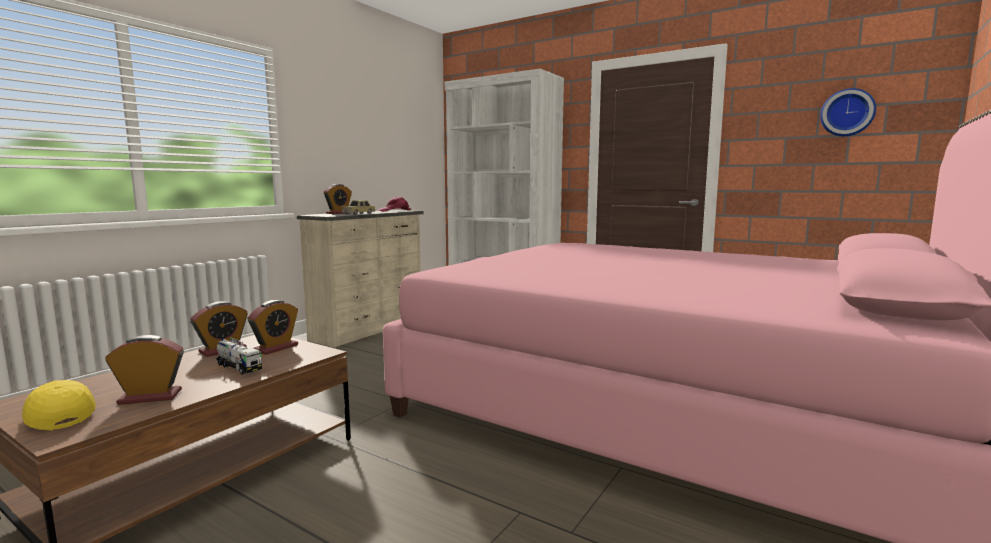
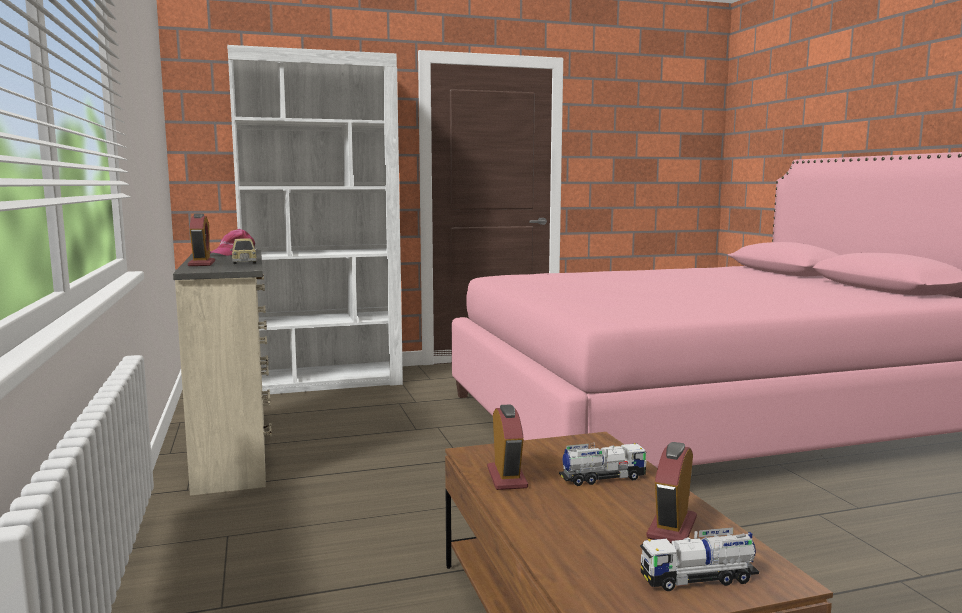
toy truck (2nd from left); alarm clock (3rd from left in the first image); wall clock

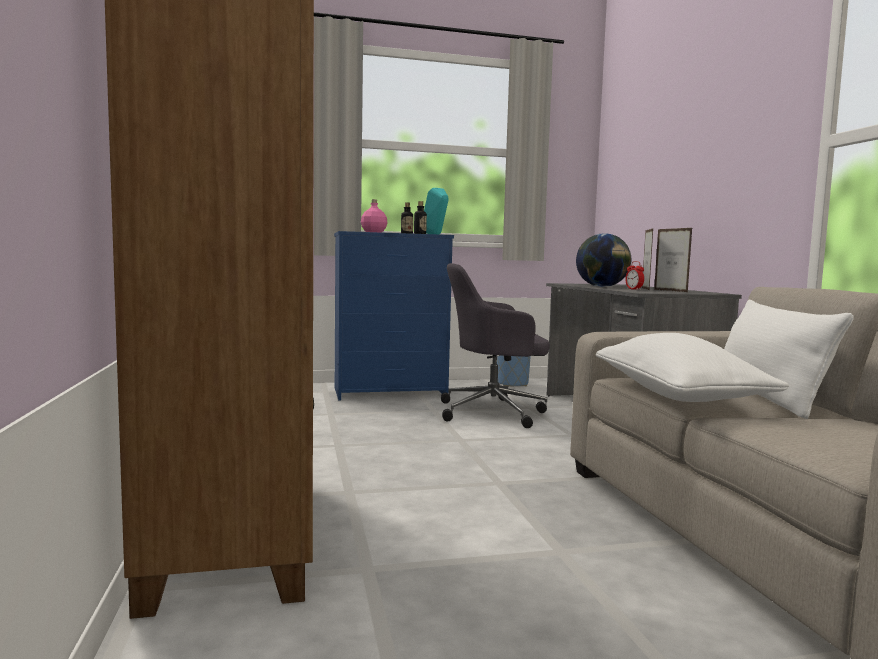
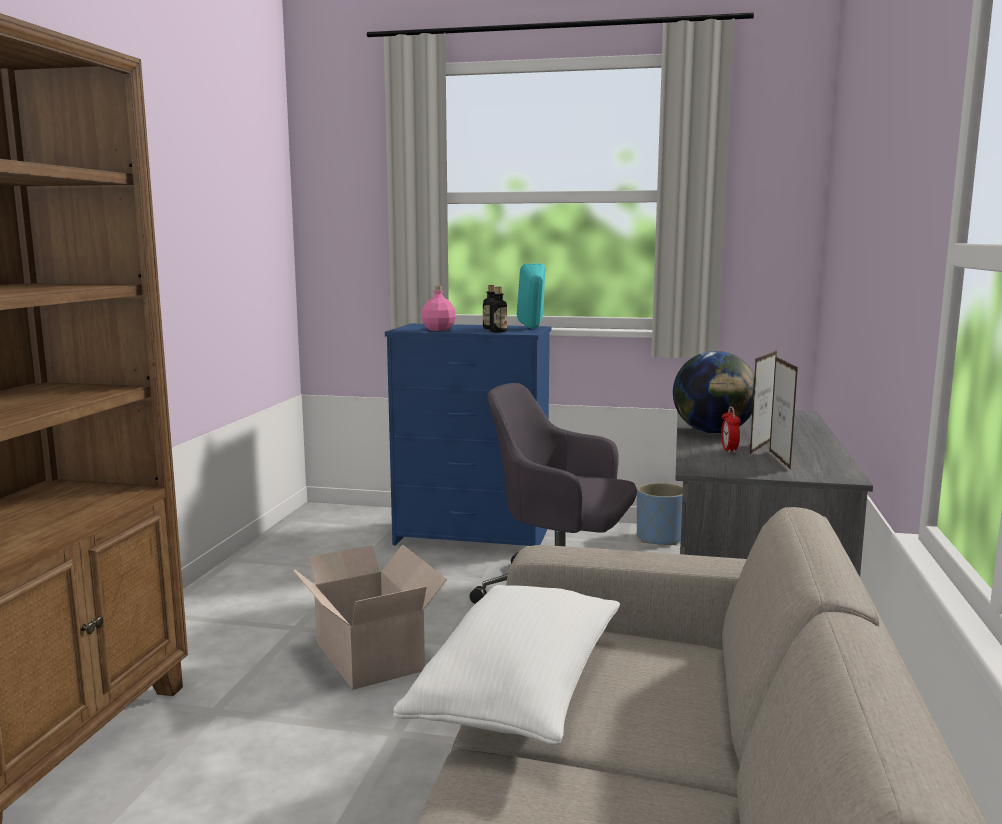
white pillow (2nd from left in the first image); cardboard box

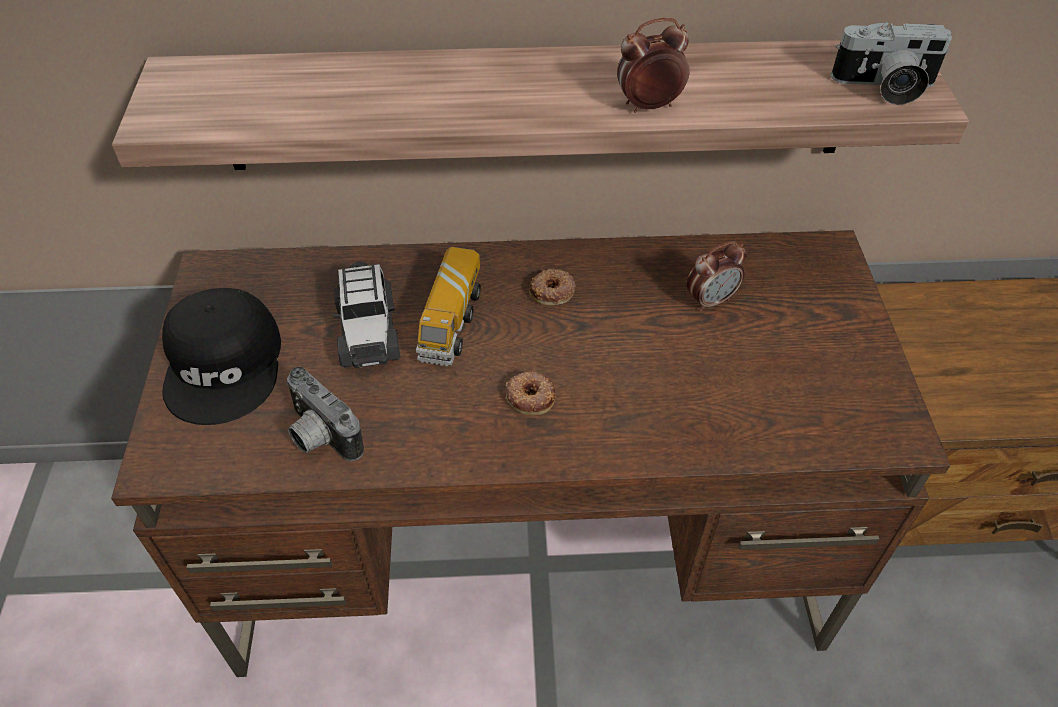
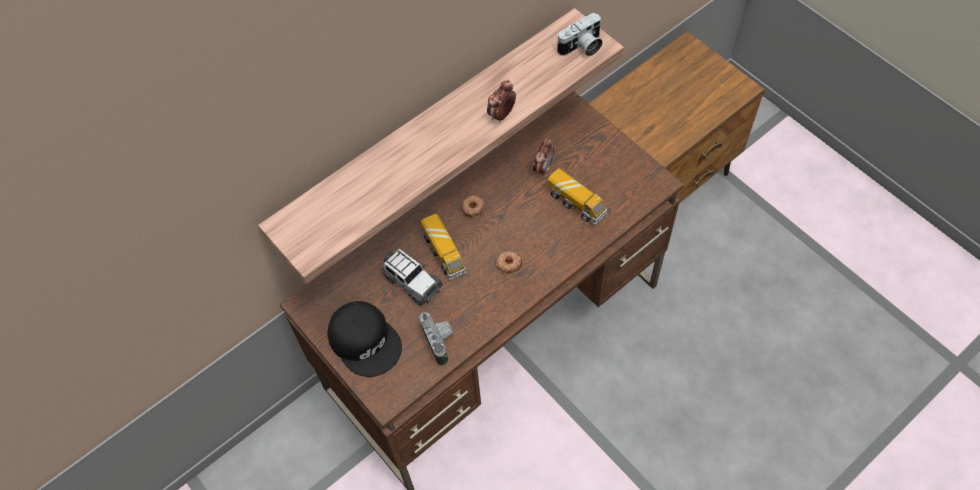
photo camera (1st from left); toy truck (2nd from left)

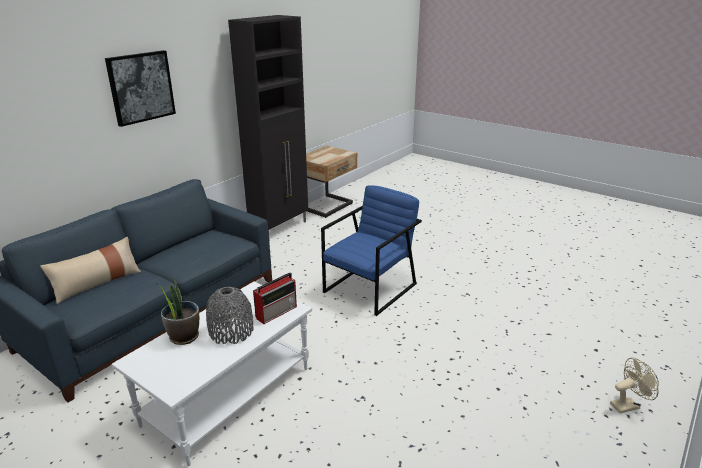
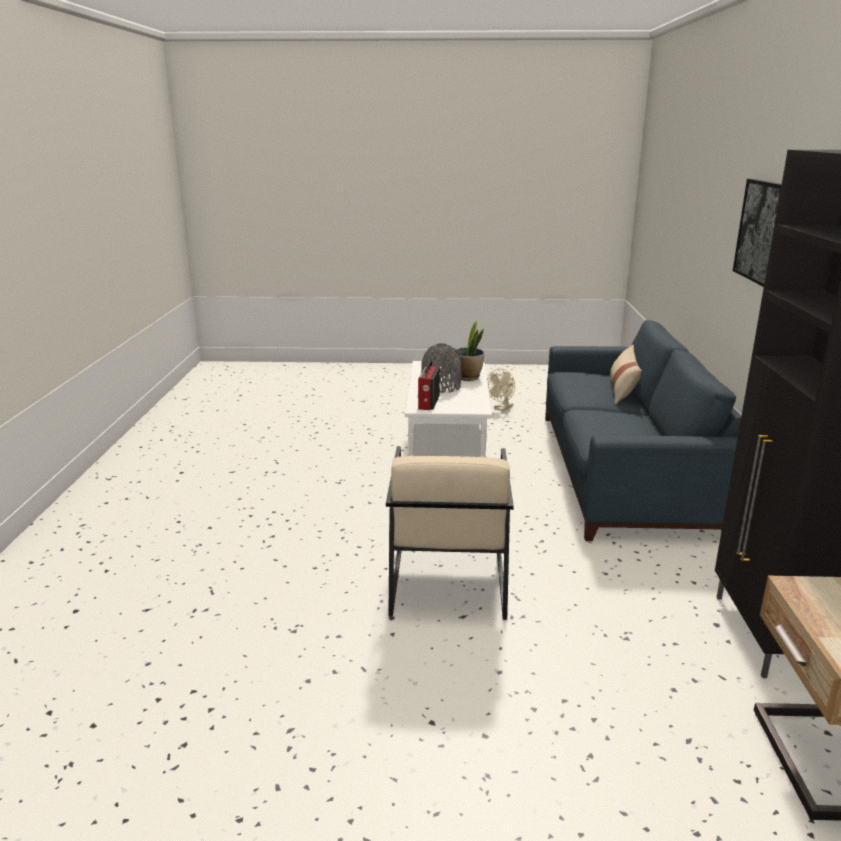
beige armchair; beige fan

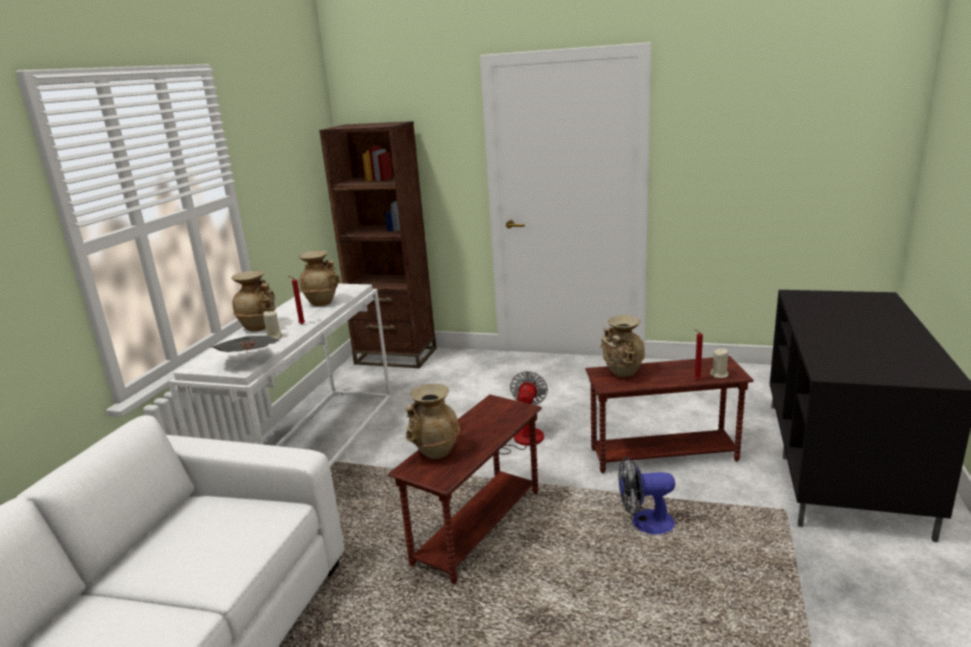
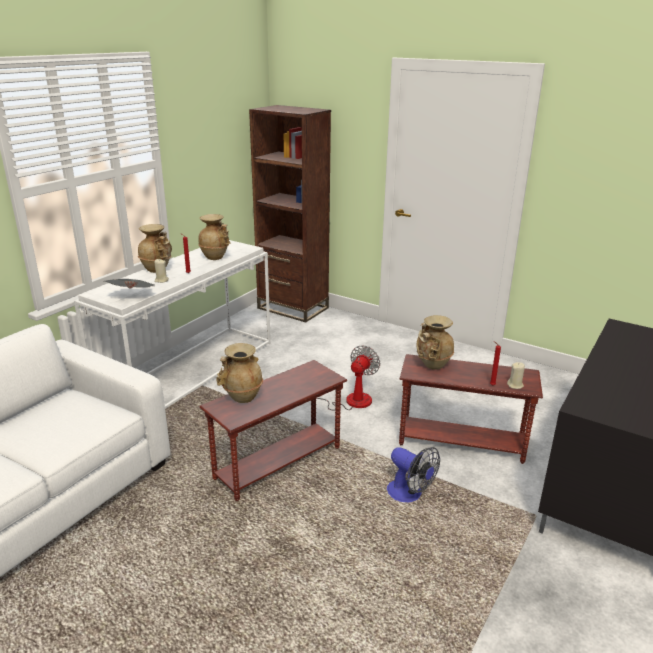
fan (2nd from left)

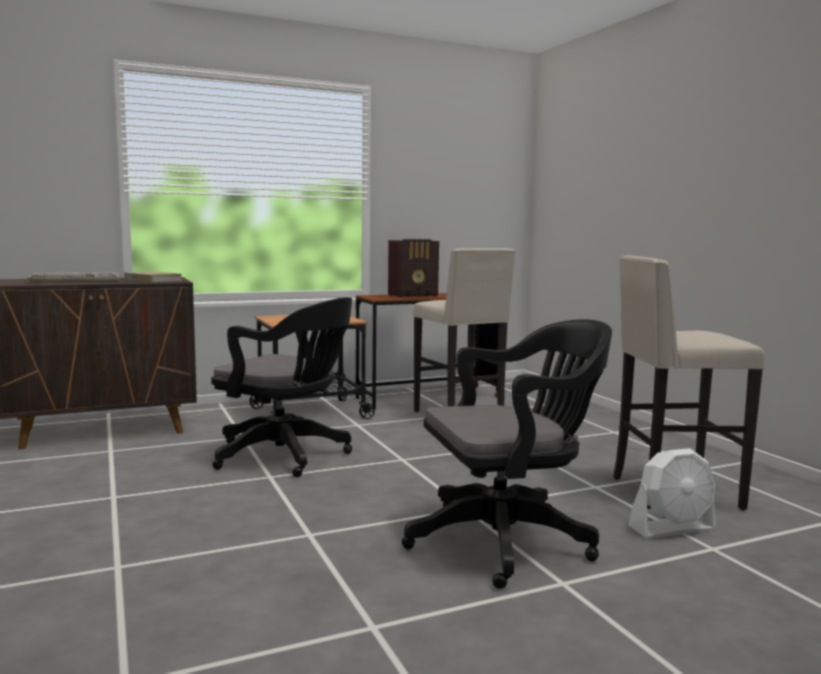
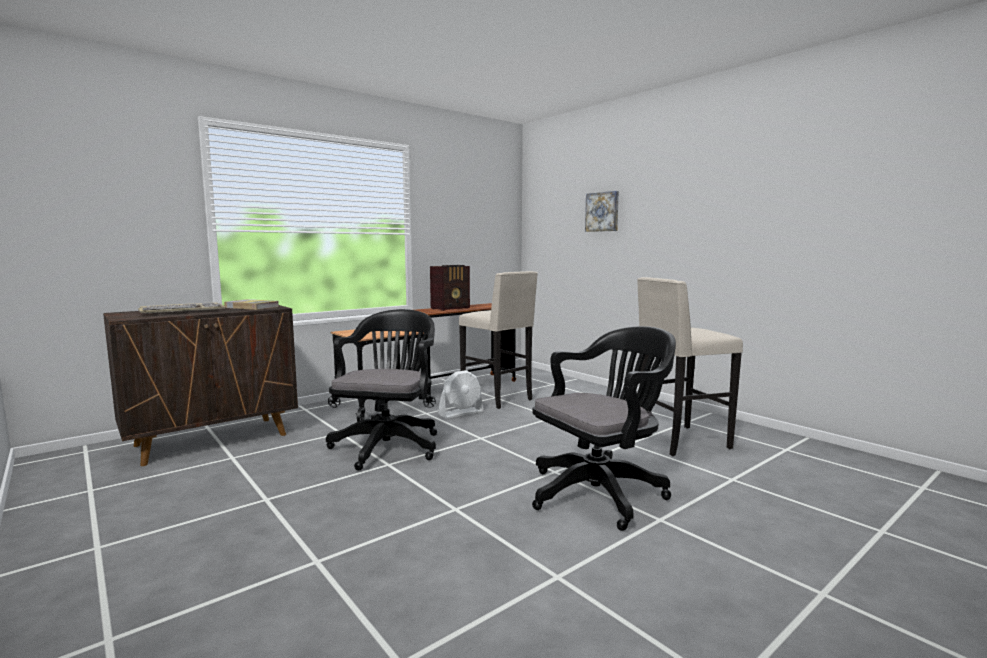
black office chair (1st from left); white fan; picture

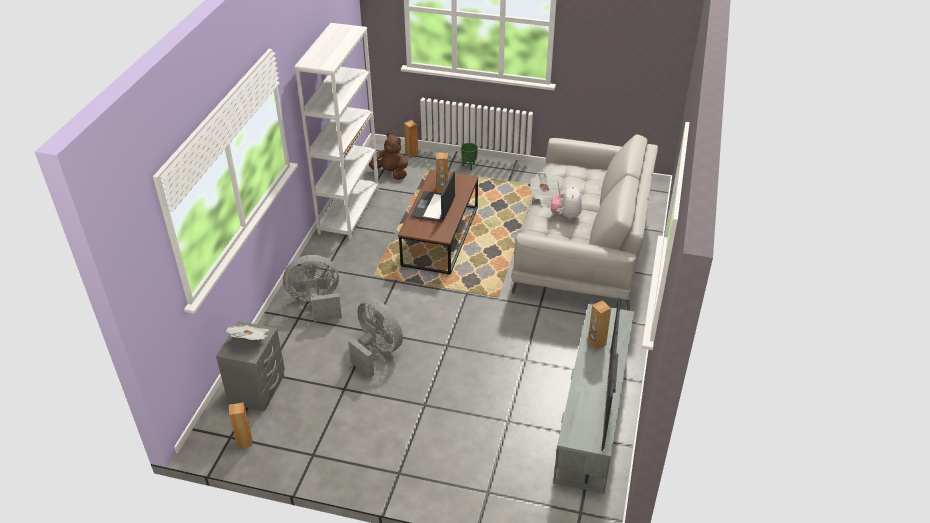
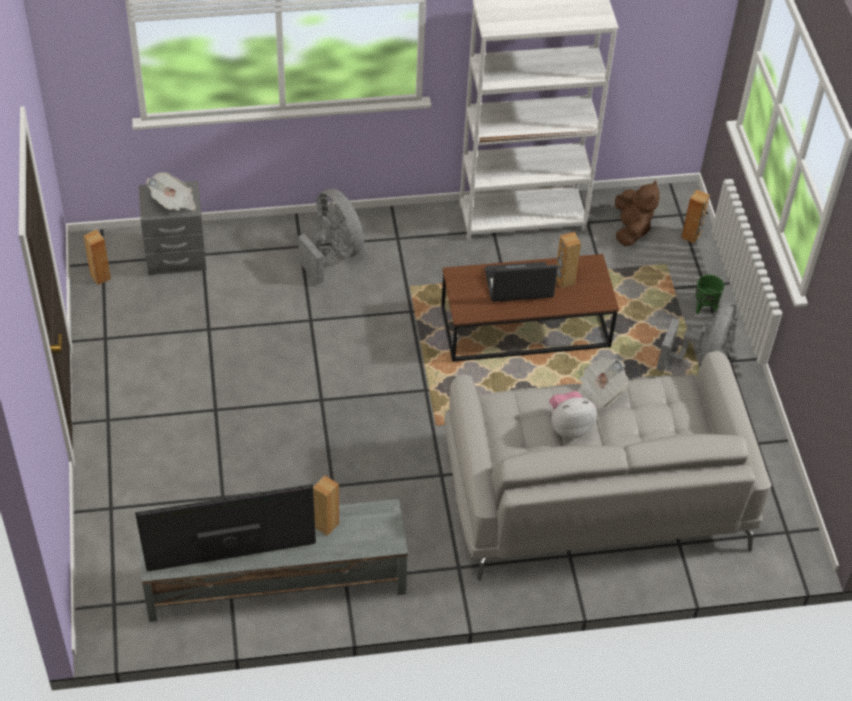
grey fan (2nd from left)

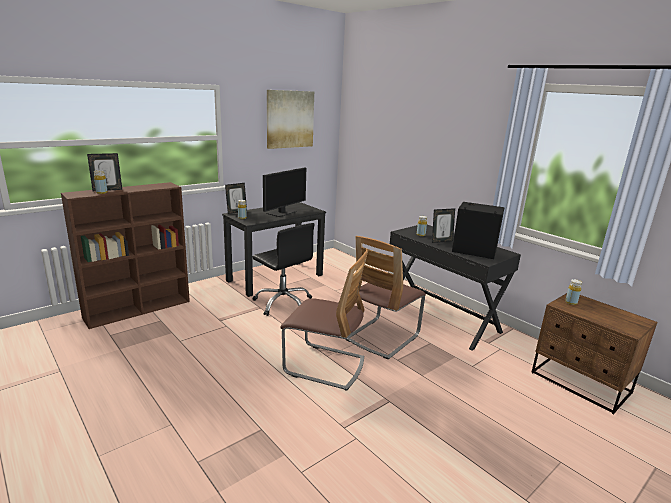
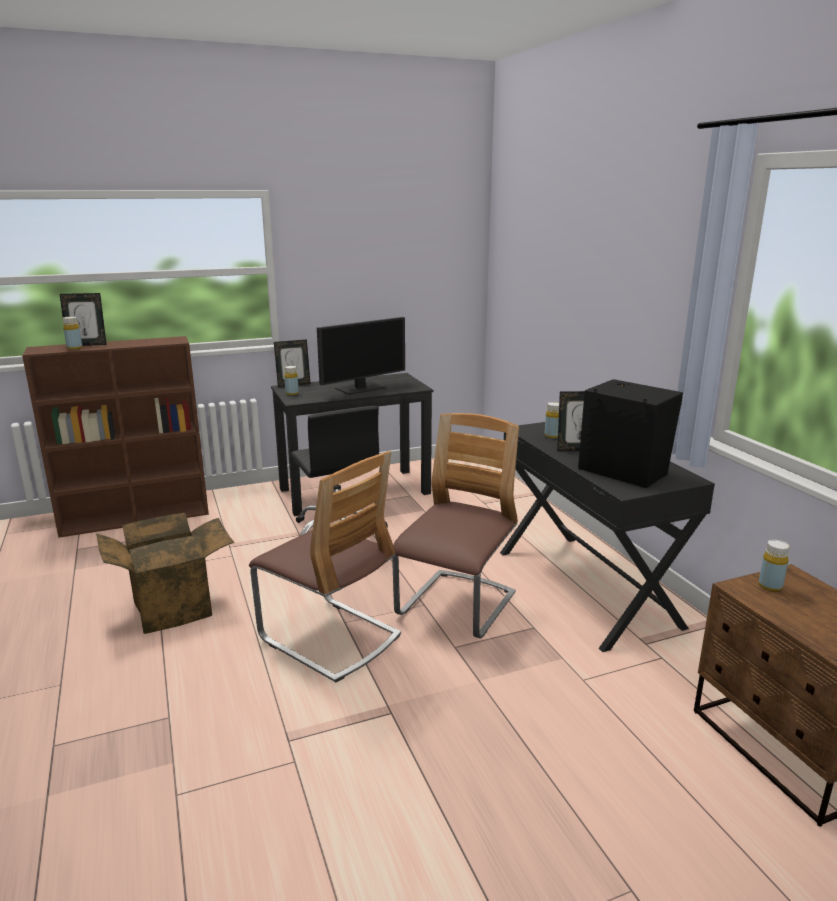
picture; chair (2nd from left); cardboard box

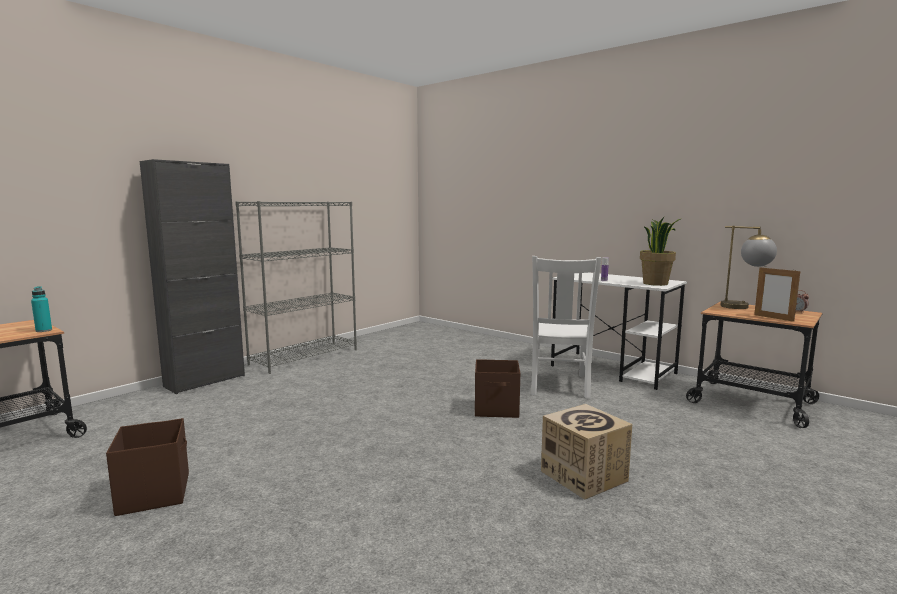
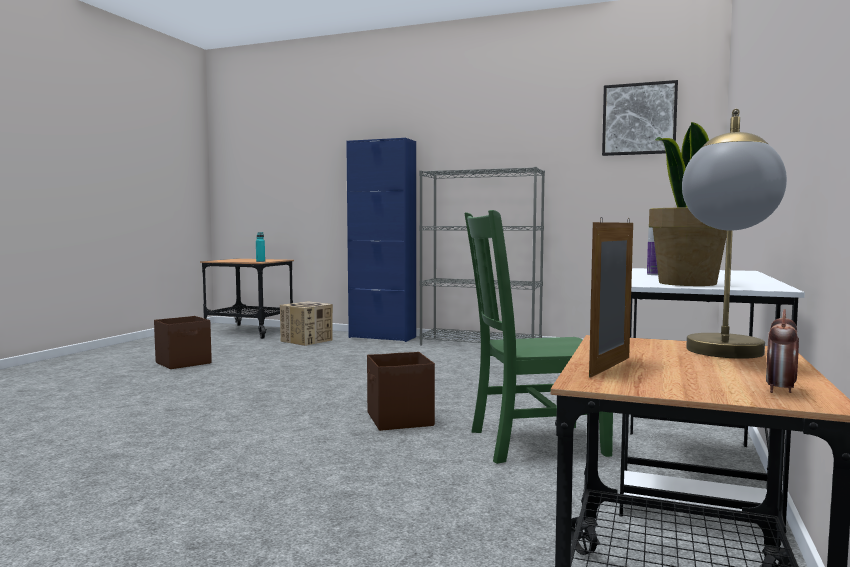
blue cabinet; green chair; cardboard box; picture

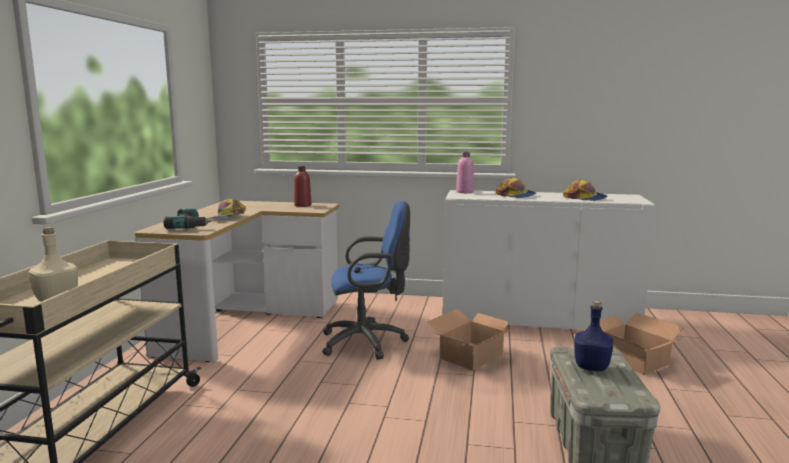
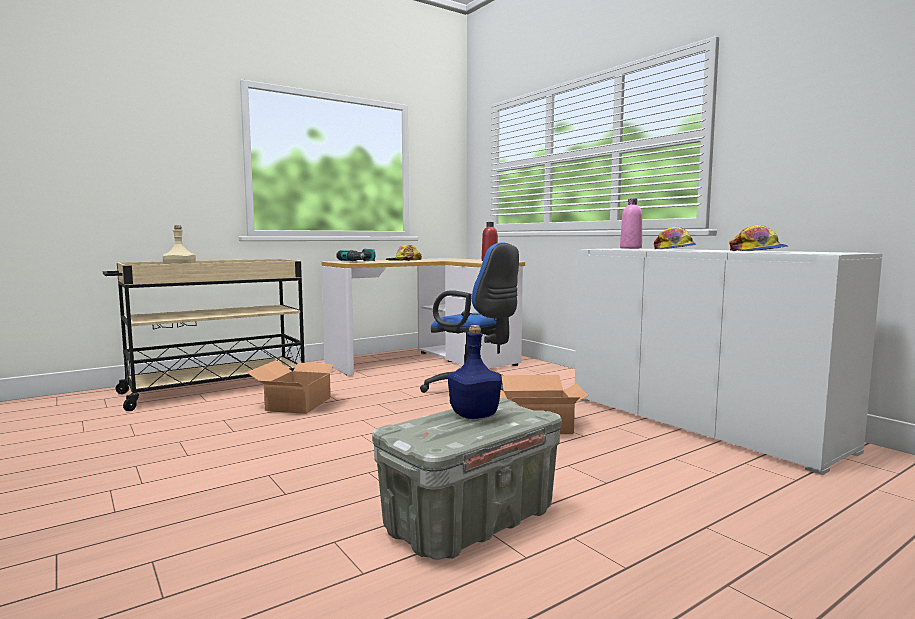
cardboard box (1st from left)

